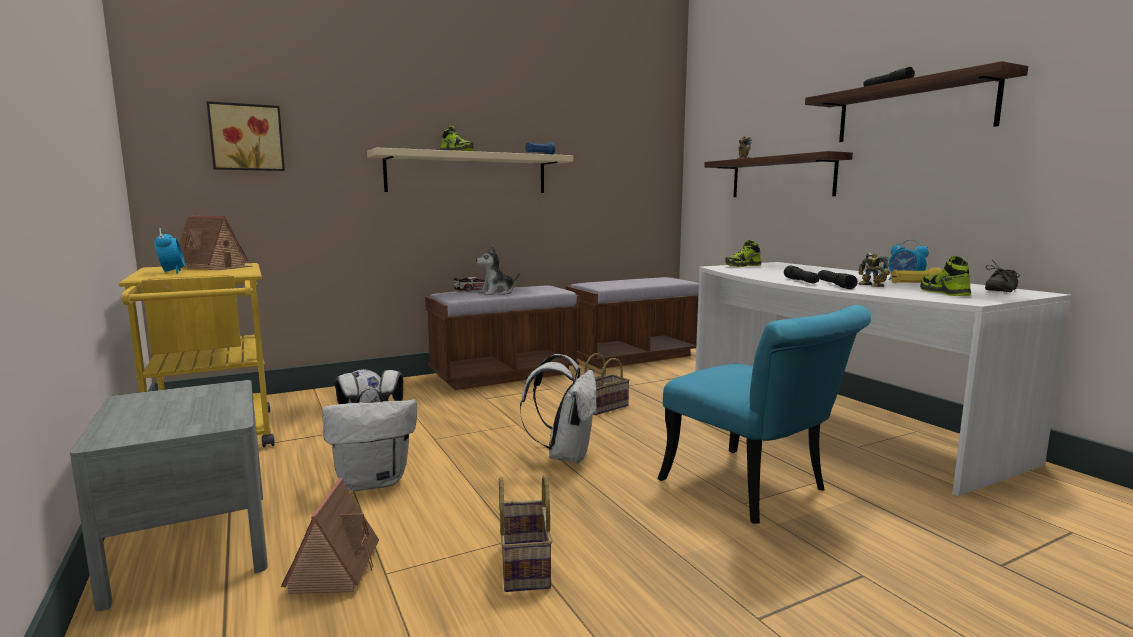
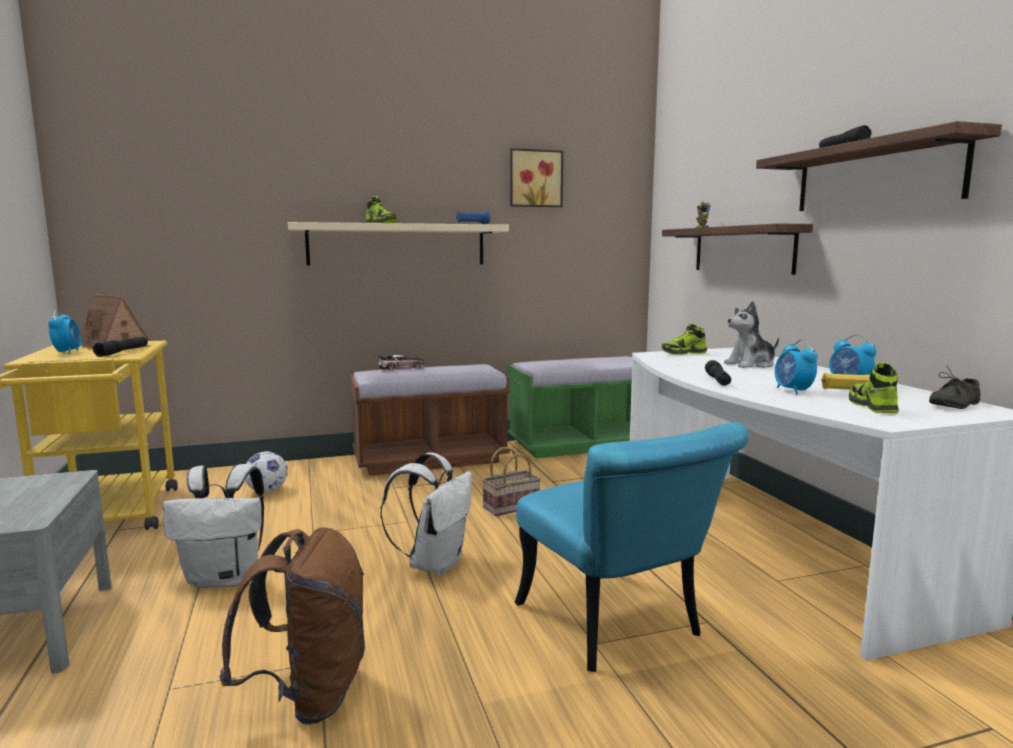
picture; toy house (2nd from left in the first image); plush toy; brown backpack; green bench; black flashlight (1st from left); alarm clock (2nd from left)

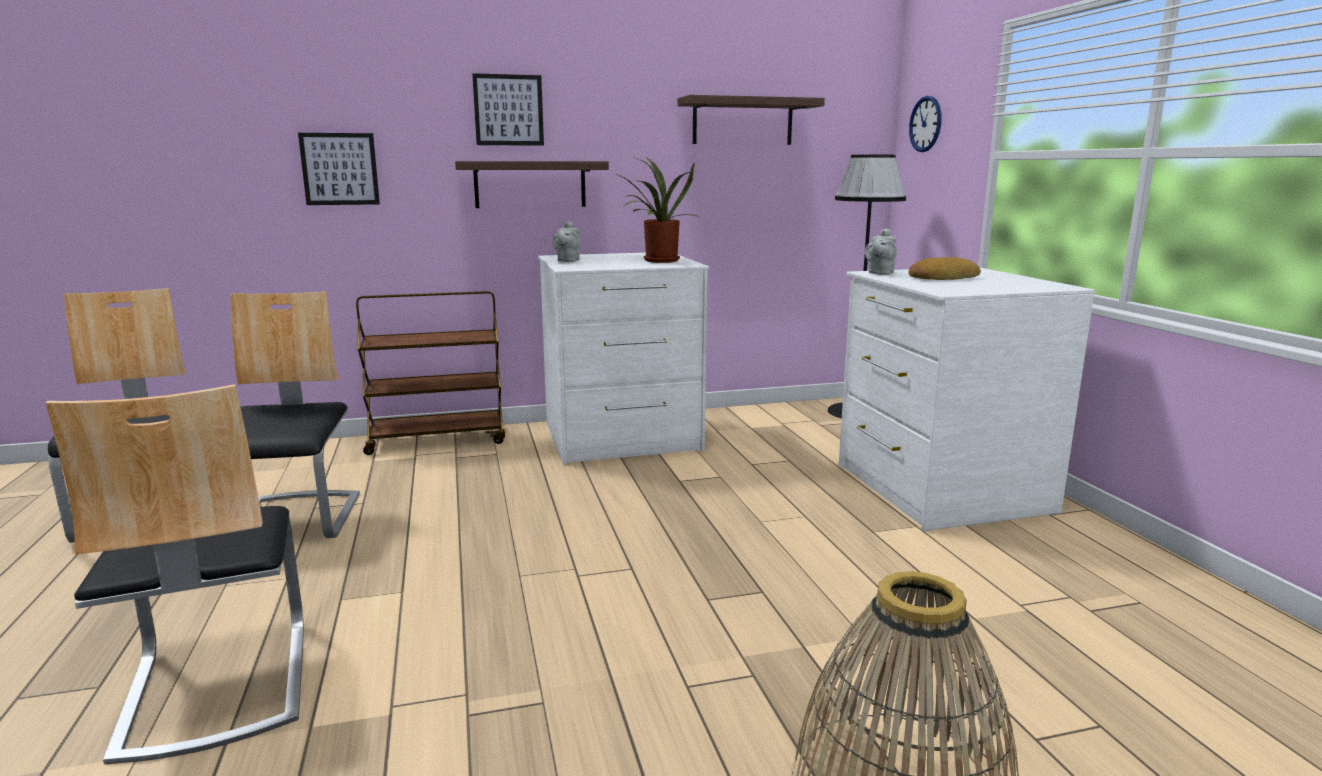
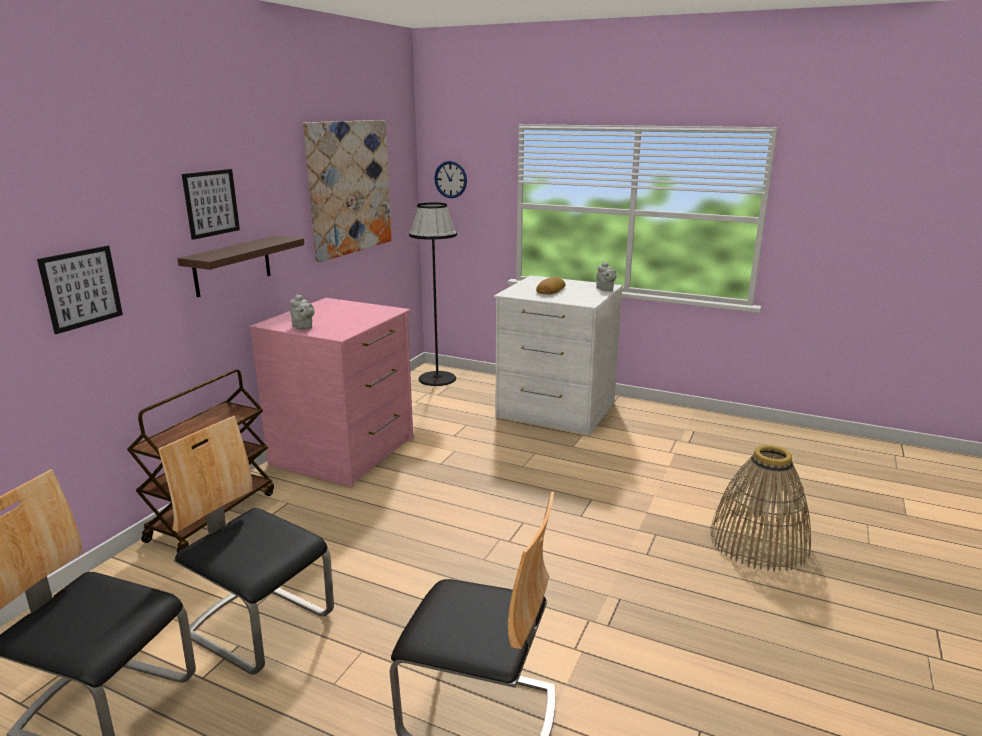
pink dresser; potted plant; picture (3rd from left); grey teapot (2nd from left)

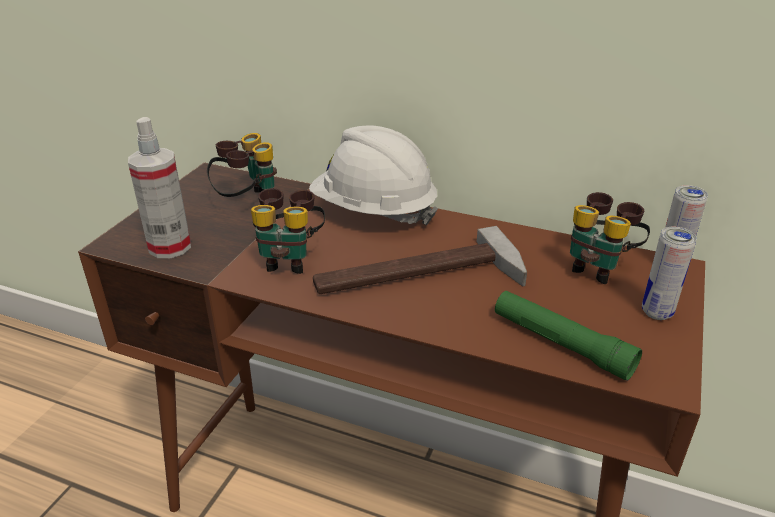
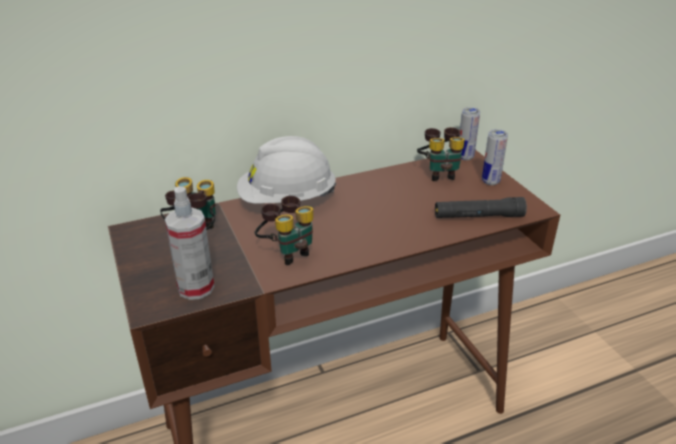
hammer; black flashlight

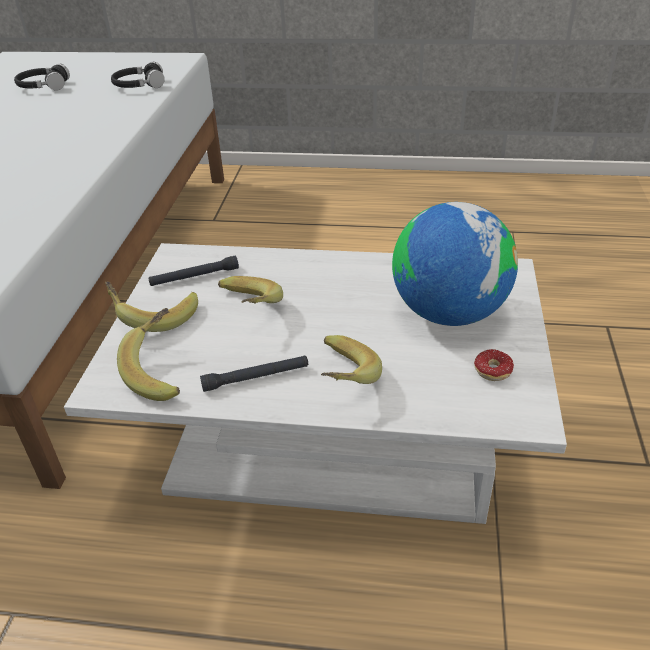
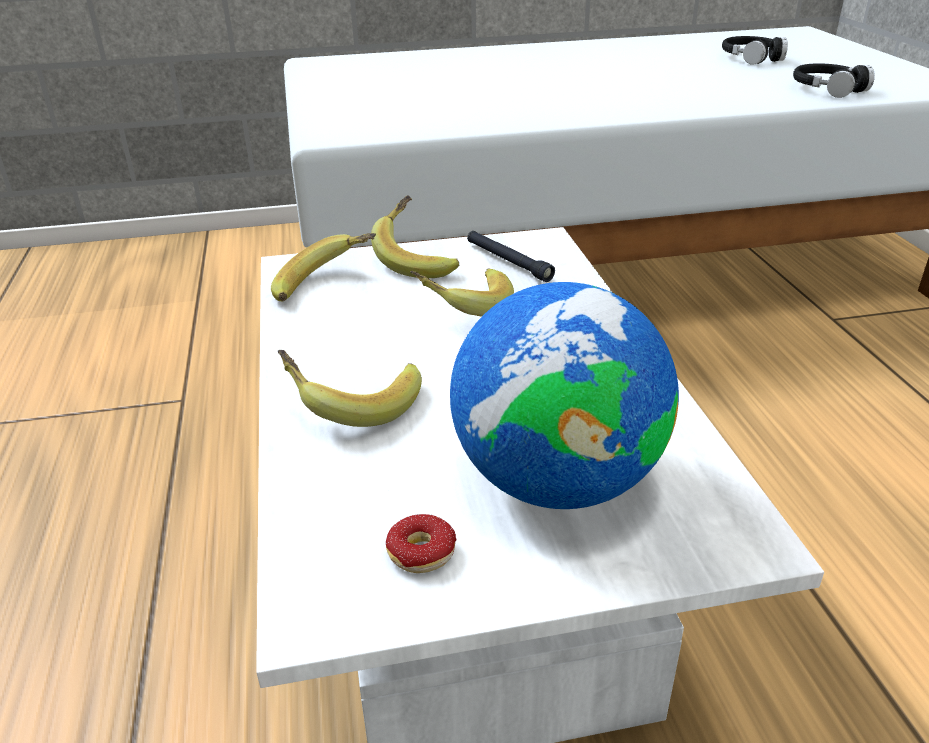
black flashlight (2nd from left in the first image)

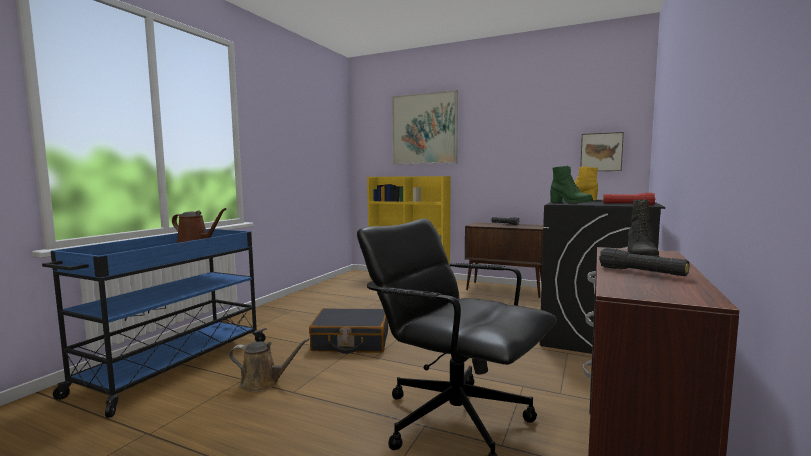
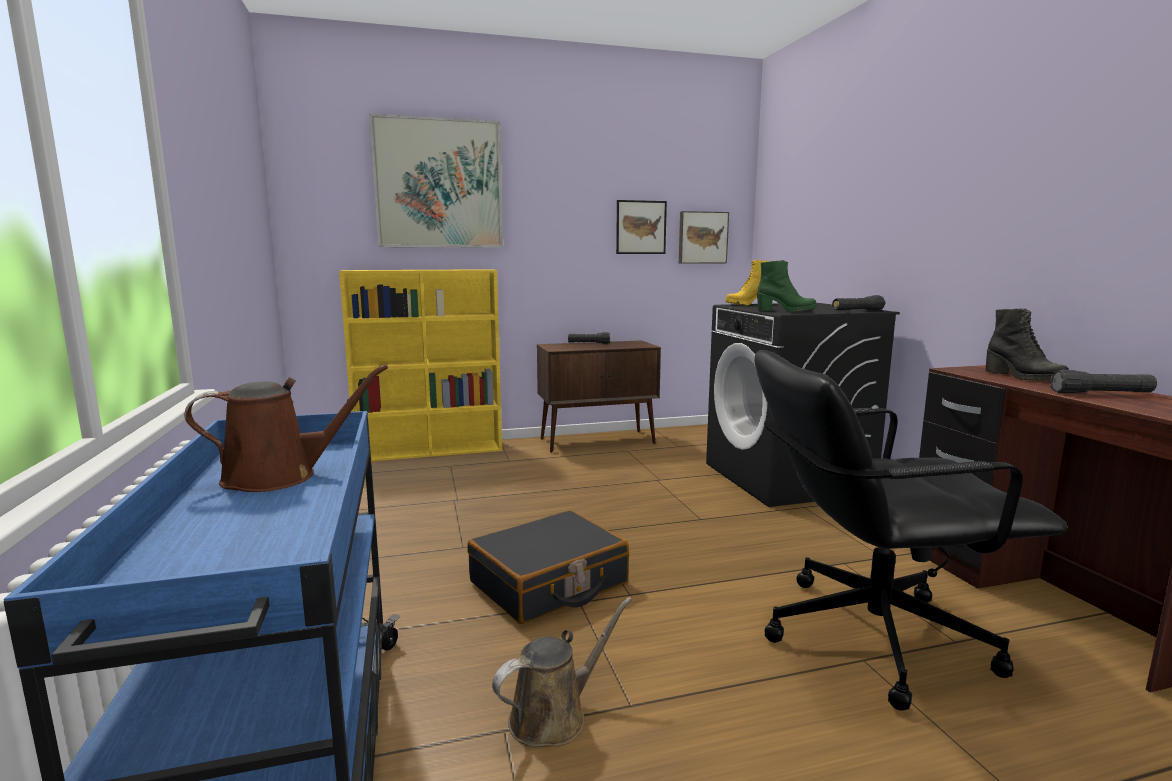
black flashlight (2nd from left); picture (2nd from left)

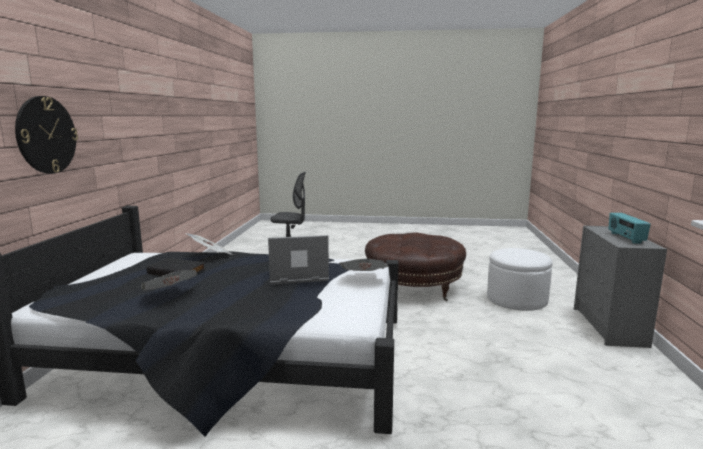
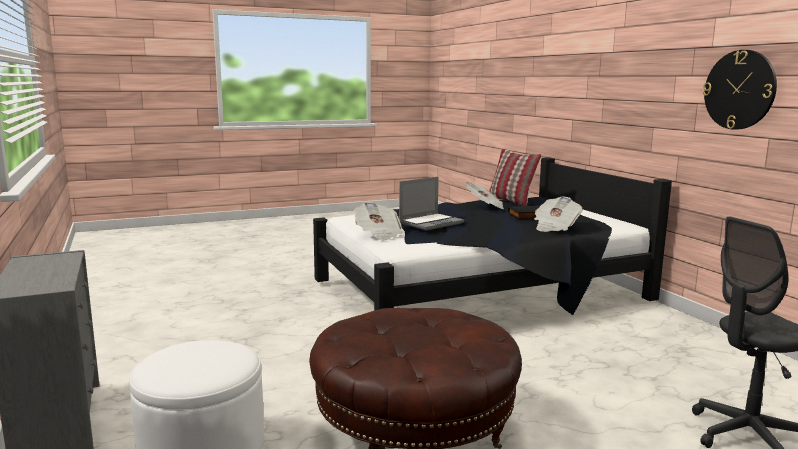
wall clock; radio; pillow

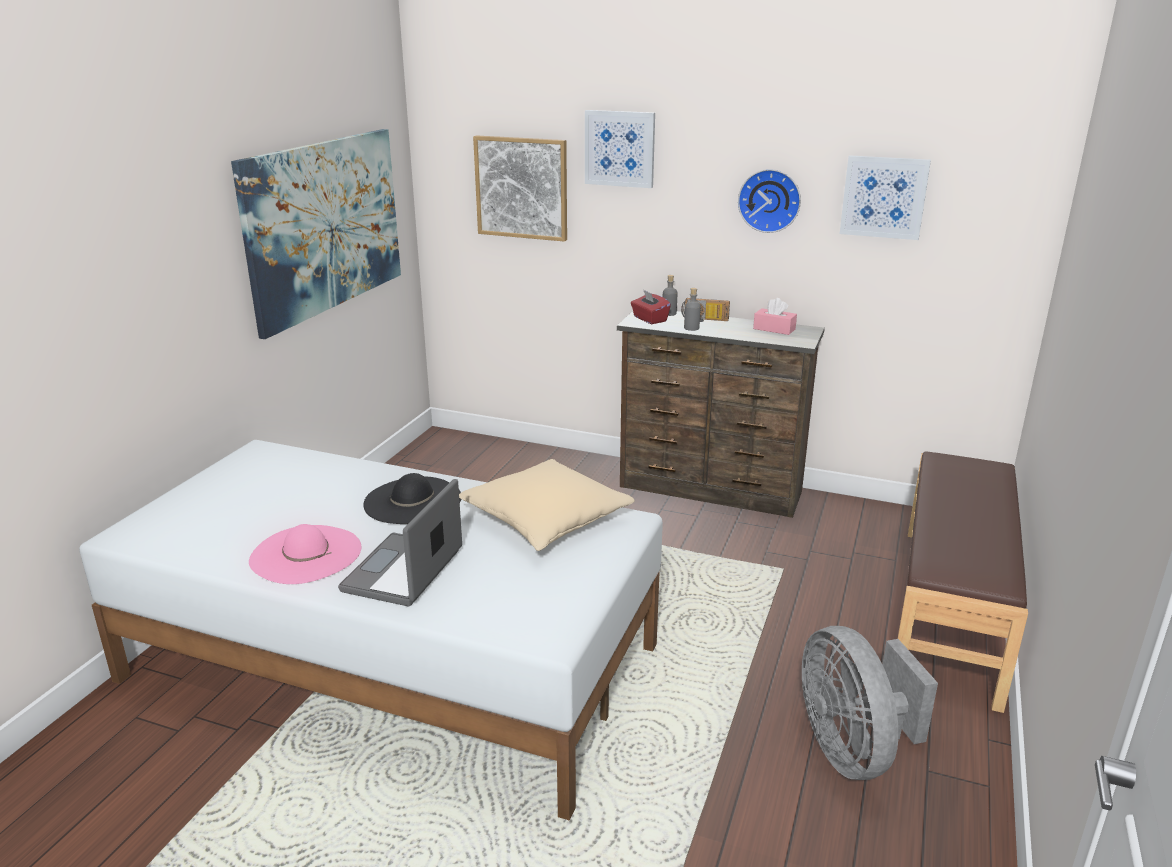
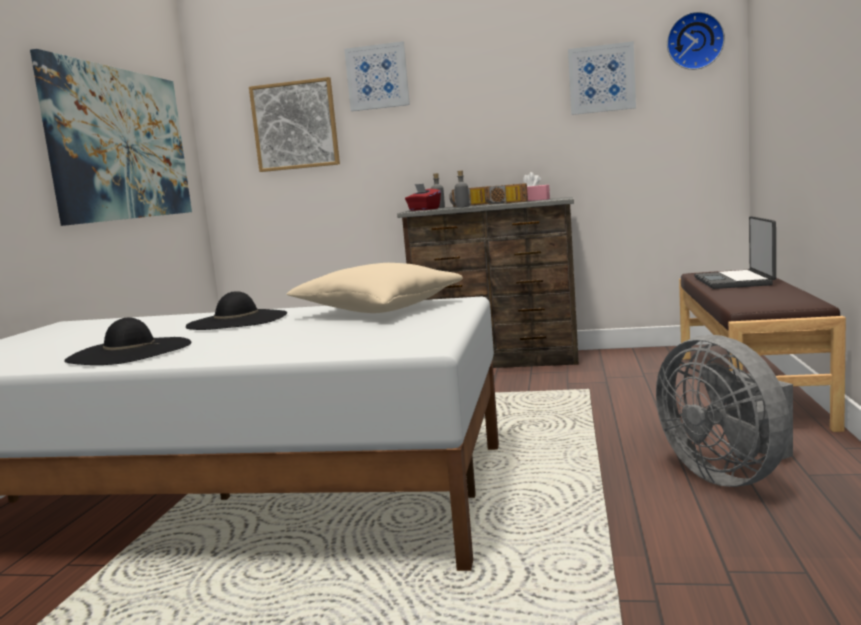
black hat (1st from left); laptop; wall clock; radio (2nd from left)

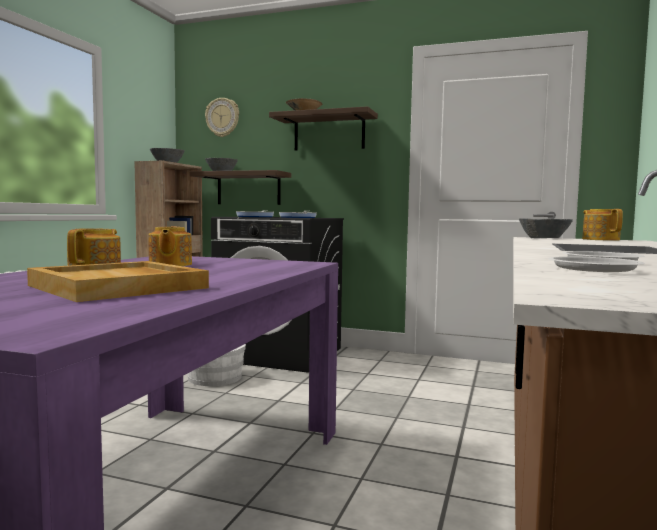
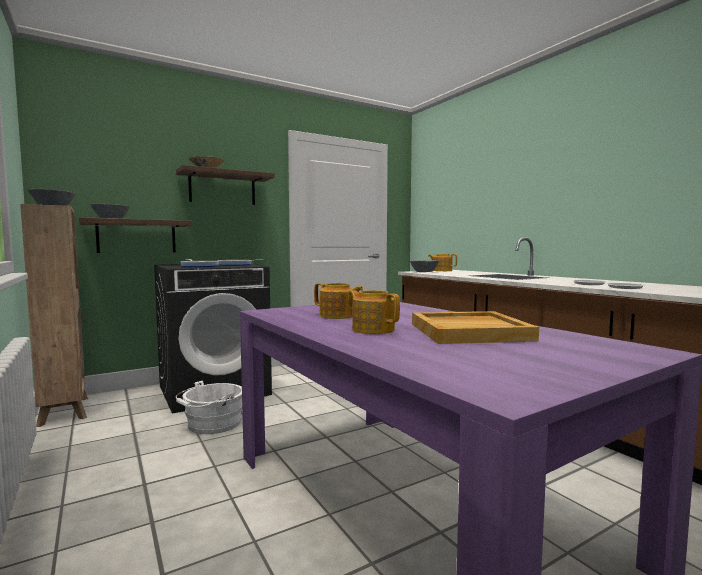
wall clock

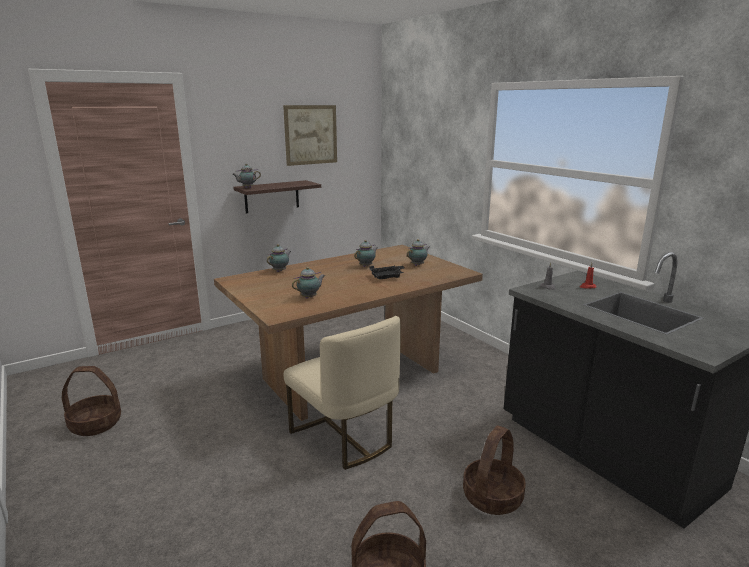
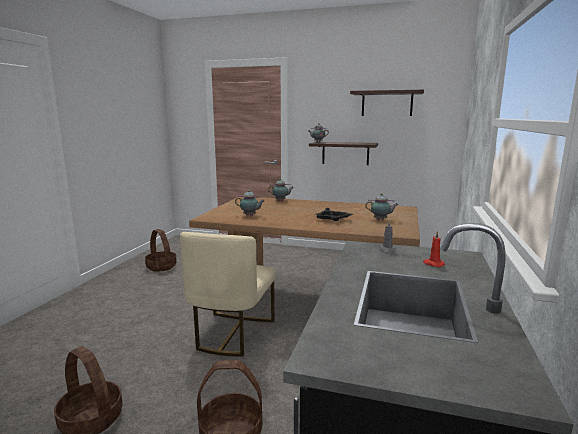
shelf (2nd from left); teapot (4th from left in the first image)

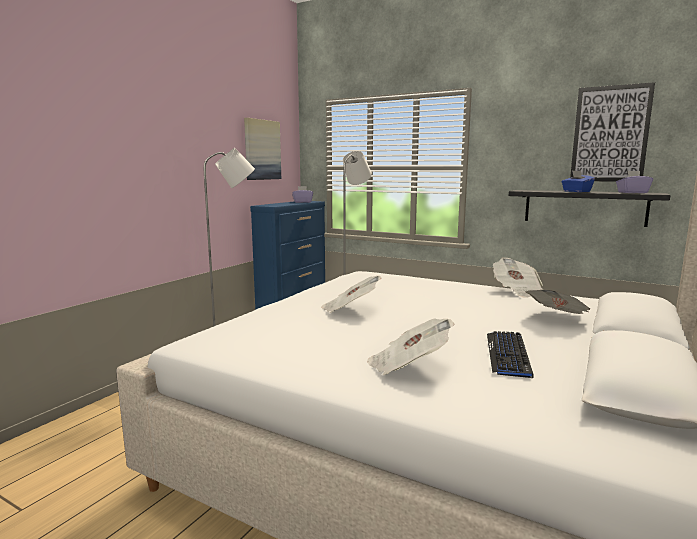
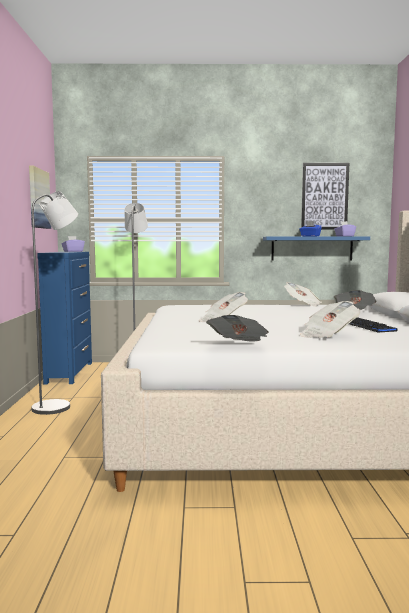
blue shelf; newspaper (2nd from left)

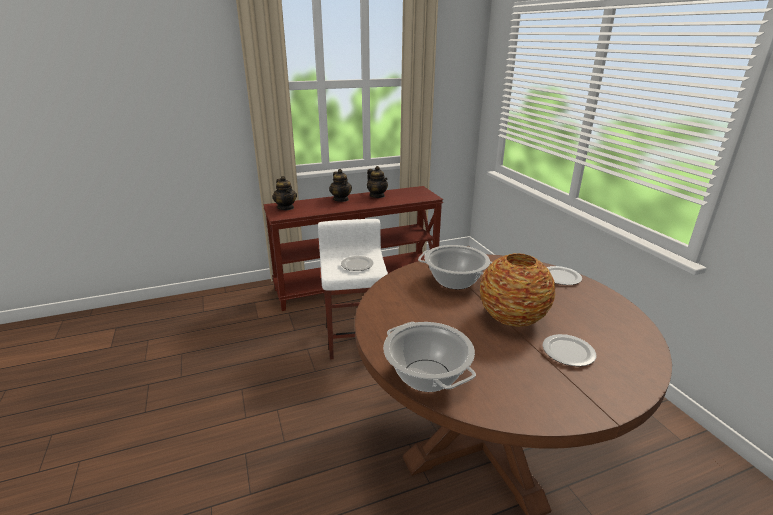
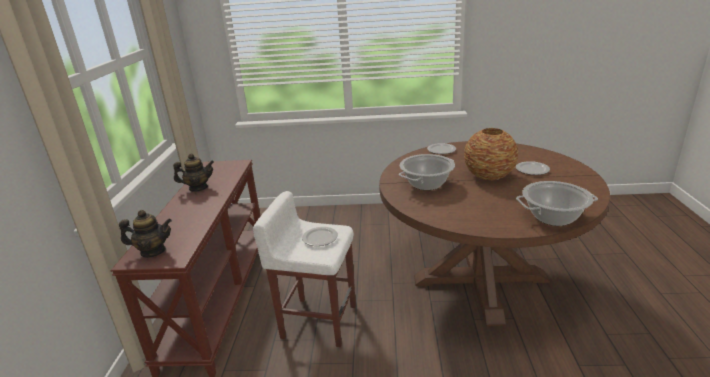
teapot (2nd from left in the first image)

